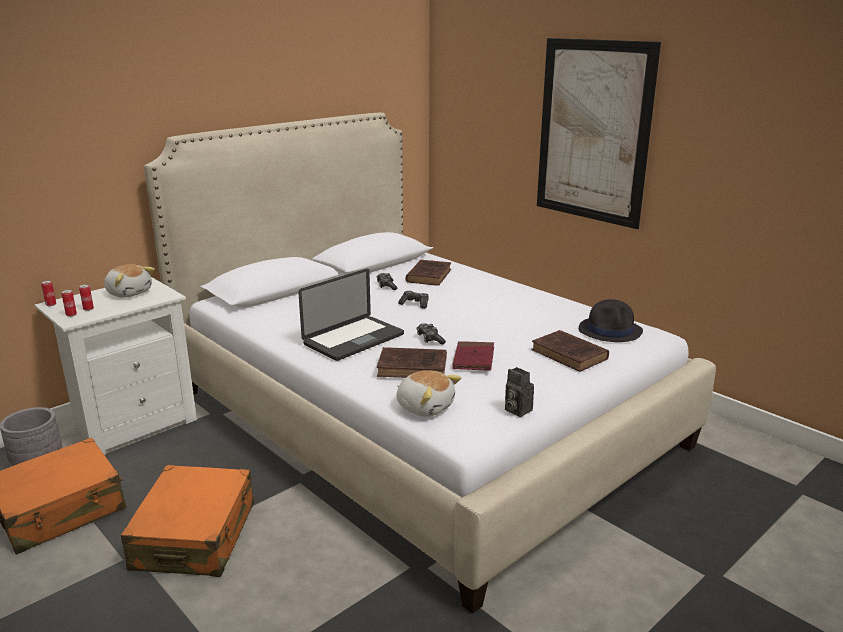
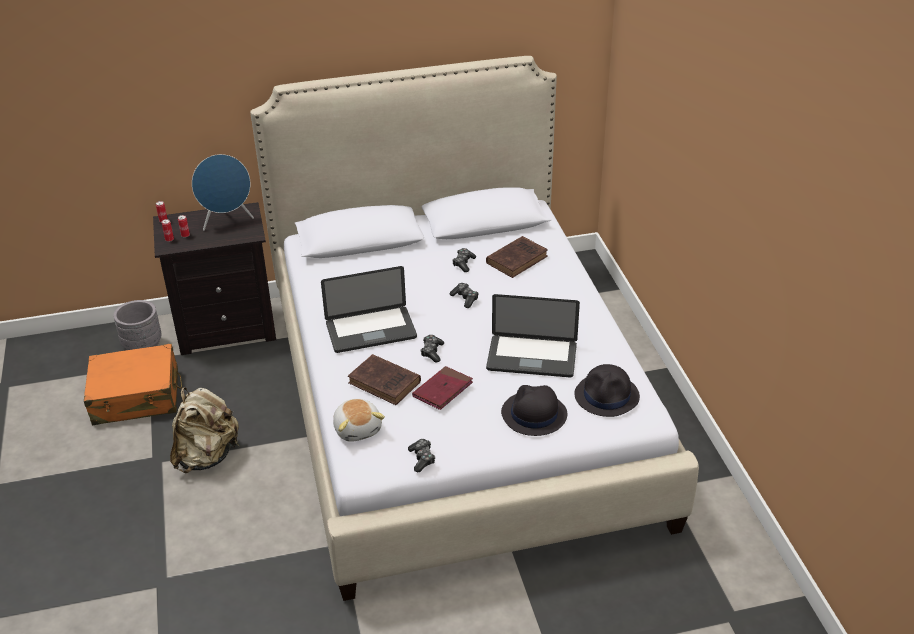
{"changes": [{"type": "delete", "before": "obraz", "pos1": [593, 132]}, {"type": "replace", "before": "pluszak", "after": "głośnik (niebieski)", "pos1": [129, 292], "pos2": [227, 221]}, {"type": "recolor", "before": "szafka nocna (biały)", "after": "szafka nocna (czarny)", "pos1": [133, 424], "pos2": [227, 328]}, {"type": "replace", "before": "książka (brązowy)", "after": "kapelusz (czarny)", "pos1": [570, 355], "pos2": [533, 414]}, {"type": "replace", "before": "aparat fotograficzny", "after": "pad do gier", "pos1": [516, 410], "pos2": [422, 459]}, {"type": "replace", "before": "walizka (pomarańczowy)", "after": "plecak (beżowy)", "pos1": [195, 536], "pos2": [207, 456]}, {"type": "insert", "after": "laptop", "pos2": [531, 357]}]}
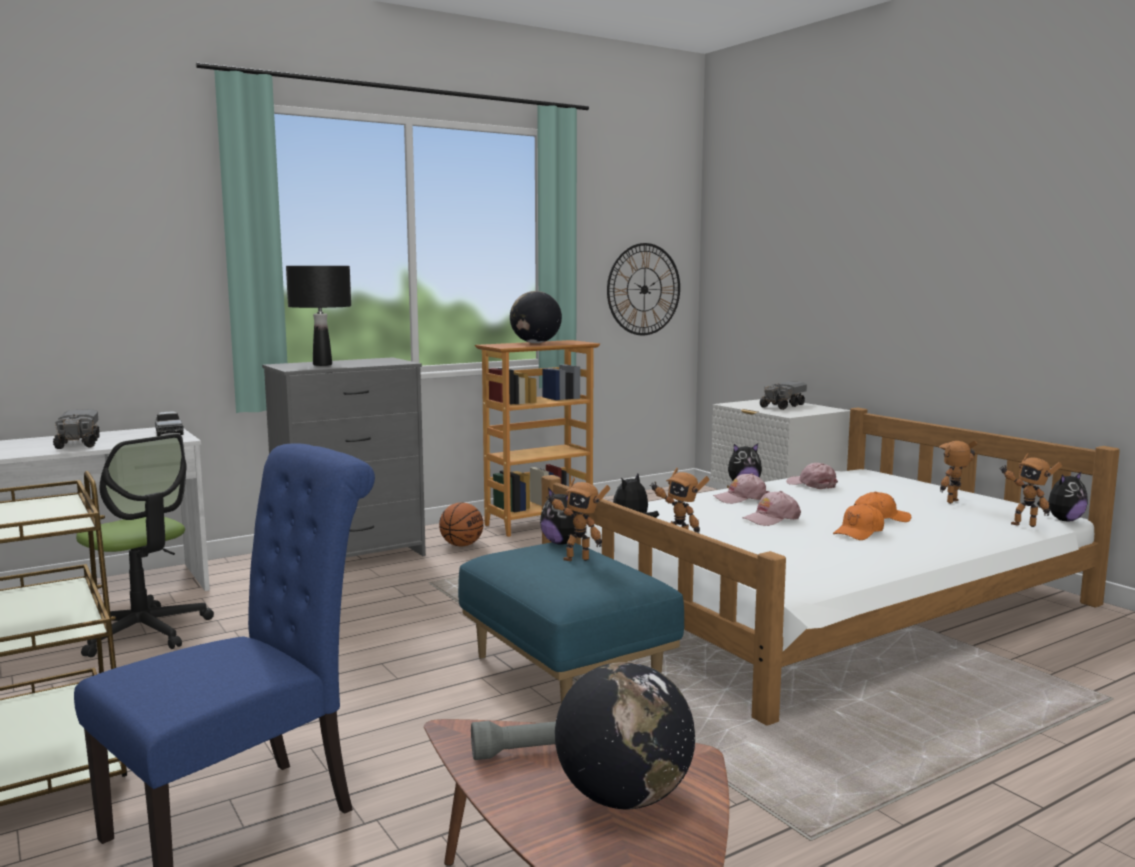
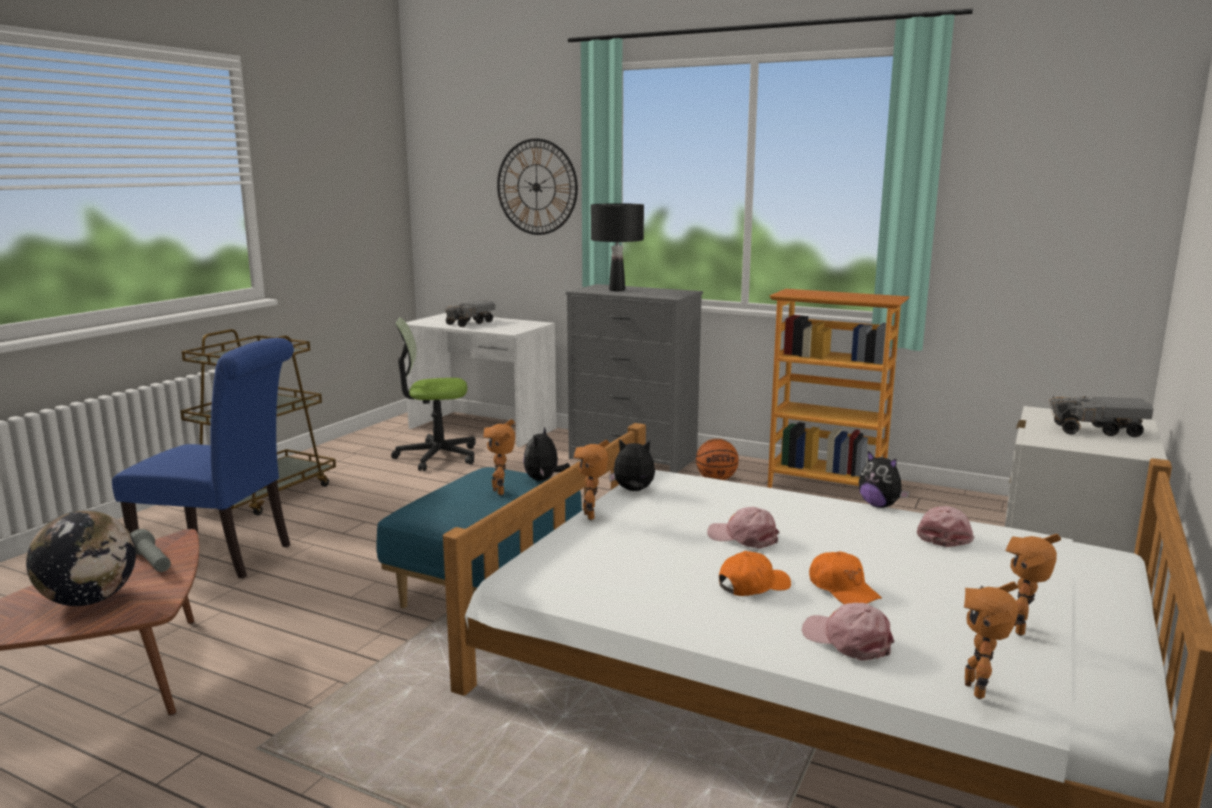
{"changes": [{"type": "move", "before": "zegar ścienny", "pos1": [644, 289], "pos2": [536, 187]}, {"type": "delete", "before": "globus", "pos1": [535, 343]}, {"type": "delete", "before": "ciężarówka zabawkowa", "pos1": [168, 432]}, {"type": "rotate", "before": "krzesło biurowe", "pos1": [143, 632], "pos2": [437, 456], "turn": 75}, {"type": "rotate", "before": "robot zabawkowy", "pos1": [955, 502], "pos2": [1022, 629], "turn": -90}, {"type": "delete", "before": "pluszak", "pos1": [1063, 520]}, {"type": "move", "before": "czapka z daszkiem (różowy)", "pos1": [741, 498], "pos2": [847, 640]}, {"type": "rotate", "before": "czapka z daszkiem (pomarańczowy)", "pos1": [859, 533], "pos2": [753, 586], "turn": 135}]}
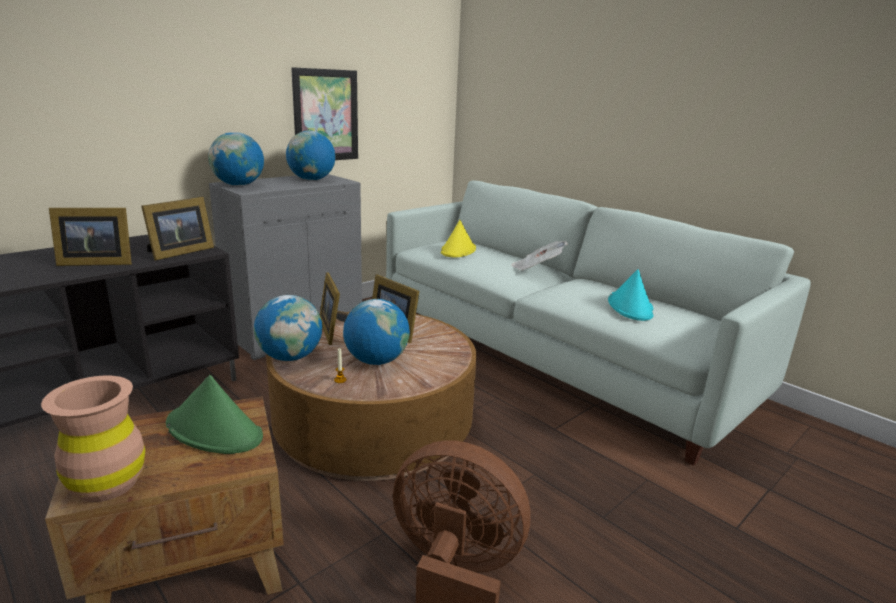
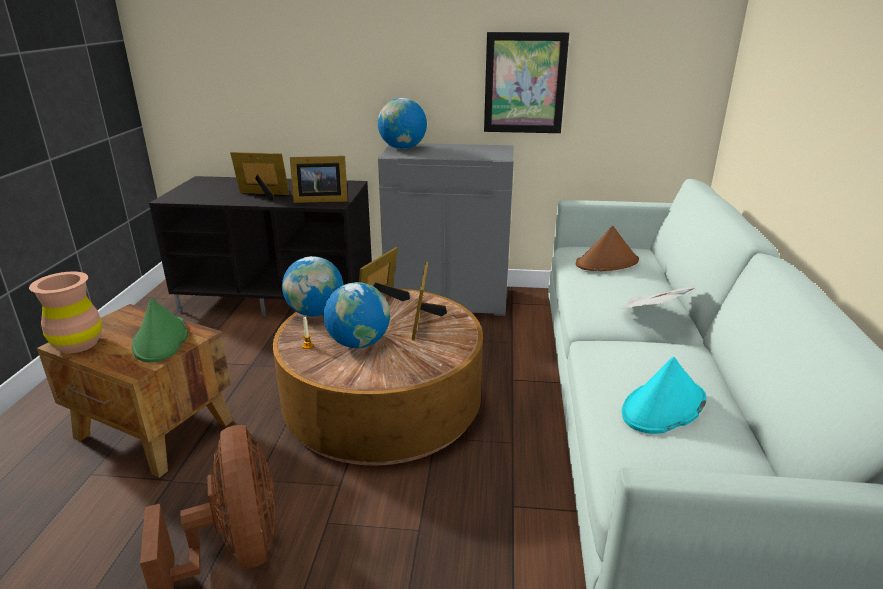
{"changes": [{"type": "delete", "before": "globus", "pos1": [311, 180]}, {"type": "rotate", "before": "ramka na zdjęcie", "pos1": [95, 262], "pos2": [263, 195], "turn": 150}, {"type": "recolor", "before": "kapelusz (żółty)", "after": "kapelusz (brązowy)", "pos1": [458, 250], "pos2": [607, 263]}]}
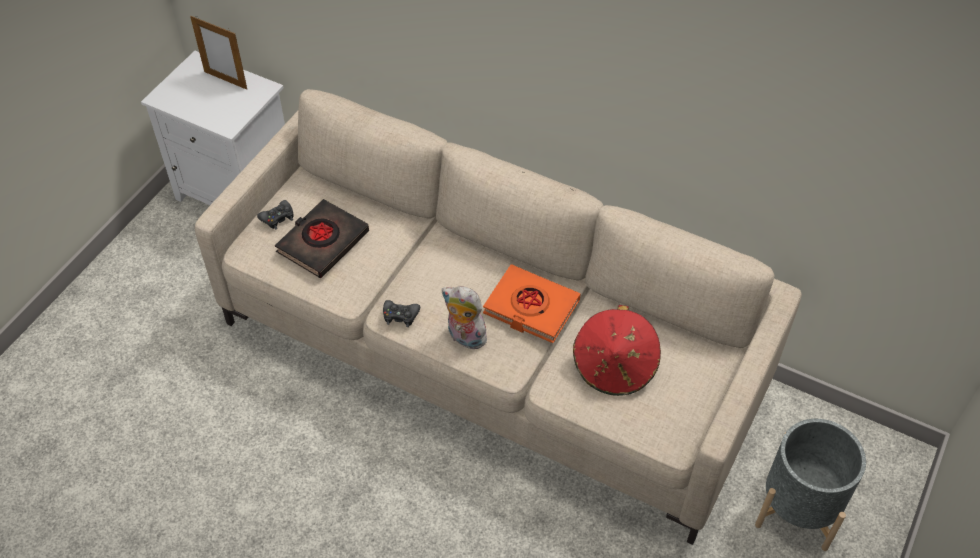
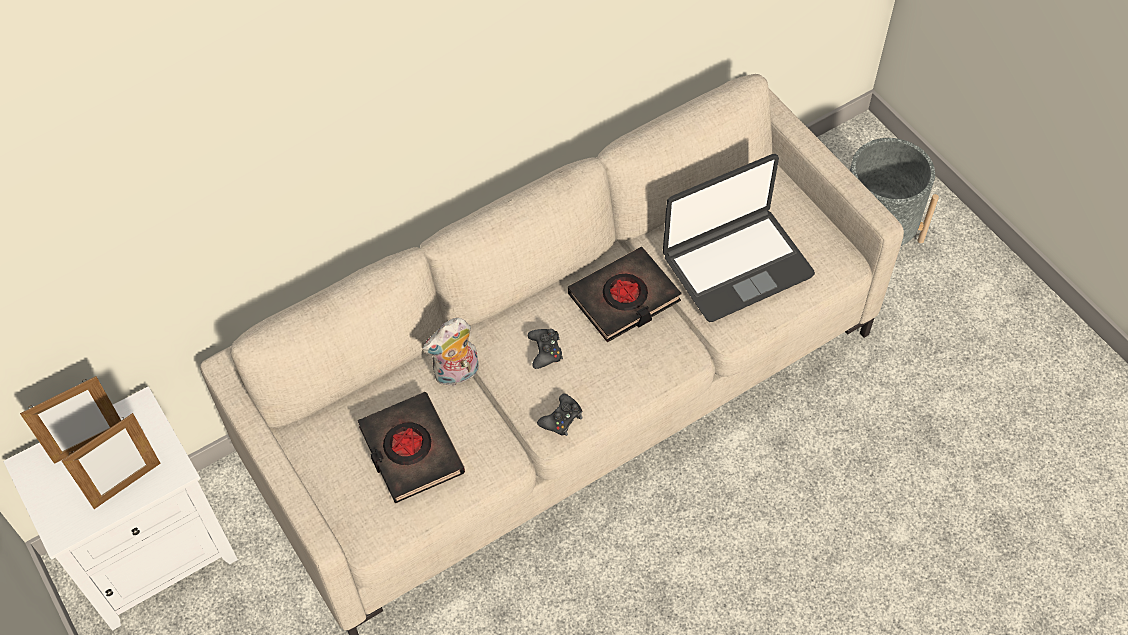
{"changes": [{"type": "move", "before": "pad do gier (czarny)", "pos1": [278, 218], "pos2": [545, 351]}, {"type": "recolor", "before": "książka (pomarańczowy)", "after": "książka (czarny)", "pos1": [531, 308], "pos2": [624, 299]}, {"type": "move", "before": "pluszak", "pos1": [464, 338], "pos2": [457, 375]}, {"type": "replace", "before": "kapelusz (czerwony)", "after": "laptop", "pos1": [615, 367], "pos2": [736, 265]}, {"type": "insert", "after": "ramka na zdjęcie", "pos2": [127, 485]}]}
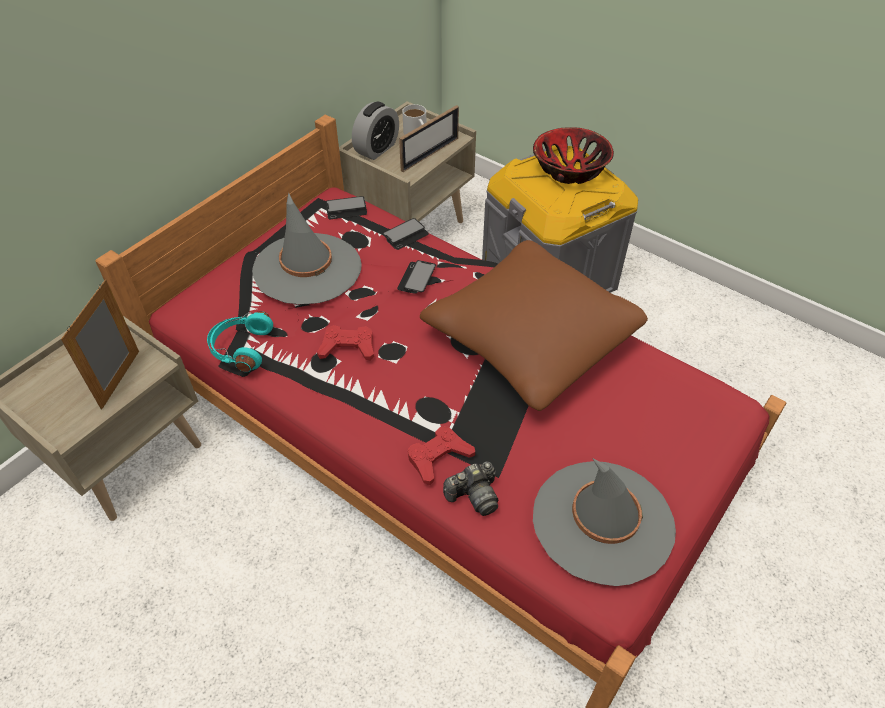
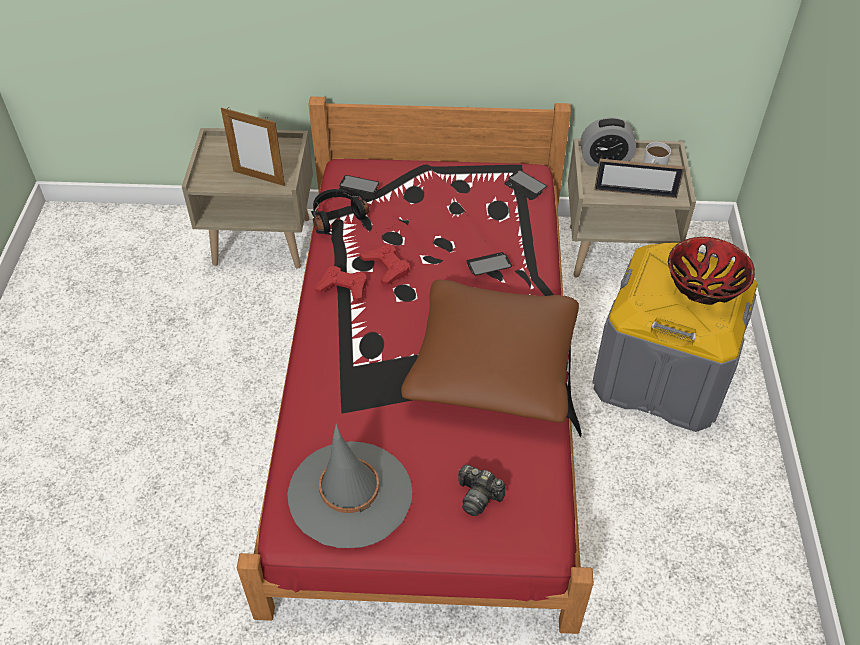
{"changes": [{"type": "delete", "before": "kapelusz (szary)", "pos1": [307, 269]}, {"type": "move", "before": "telefon", "pos1": [405, 235], "pos2": [358, 188]}, {"type": "rotate", "before": "ramka na zdjęcie", "pos1": [120, 379], "pos2": [259, 178], "turn": -135}, {"type": "recolor", "before": "słuchawki (turkusowy)", "after": "słuchawki (czarny)", "pos1": [241, 348], "pos2": [336, 216]}, {"type": "move", "before": "pad do gier (czerwony)", "pos1": [439, 457], "pos2": [343, 287]}, {"type": "move", "before": "aparat fotograficzny", "pos1": [474, 495], "pos2": [478, 496]}]}
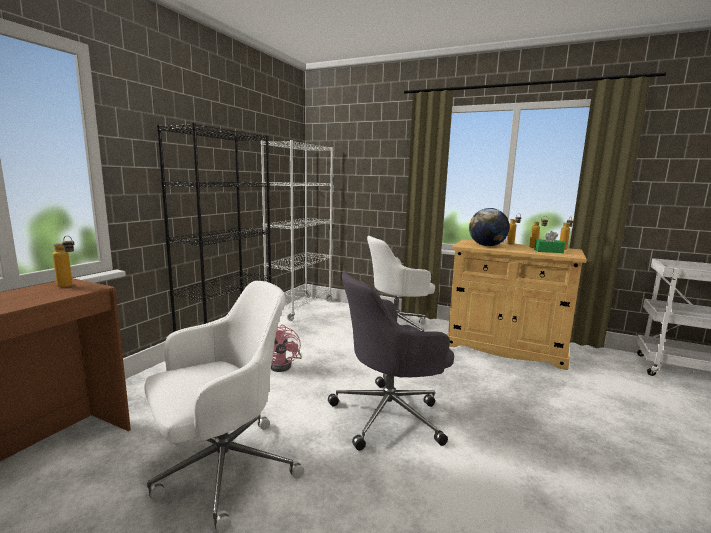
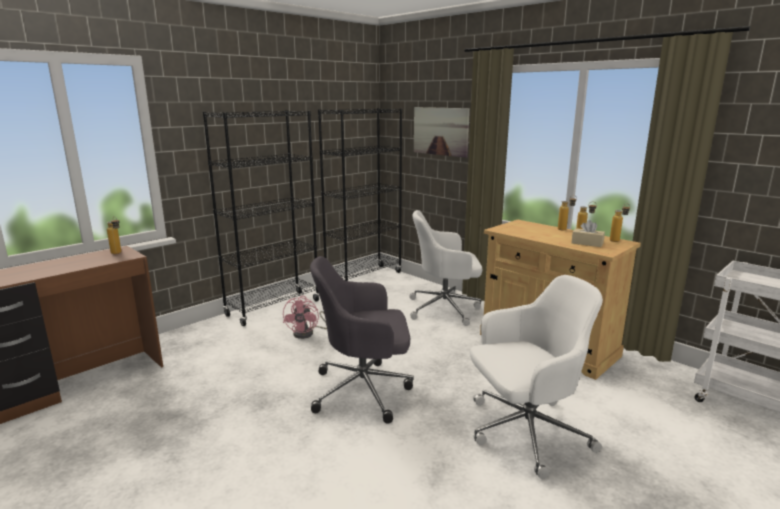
{"changes": [{"type": "recolor", "before": "regał (biały)", "after": "regał (czarny)", "pos1": [300, 308], "pos2": [364, 278]}, {"type": "delete", "before": "globus", "pos1": [487, 246]}, {"type": "recolor", "before": "pudełko chusteczek (zielony)", "after": "pudełko chusteczek (beżowy)", "pos1": [548, 251], "pos2": [587, 243]}, {"type": "move", "before": "krzesło biurowe (biały)", "pos1": [222, 469], "pos2": [524, 432]}, {"type": "insert", "after": "obraz", "pos2": [440, 131]}]}
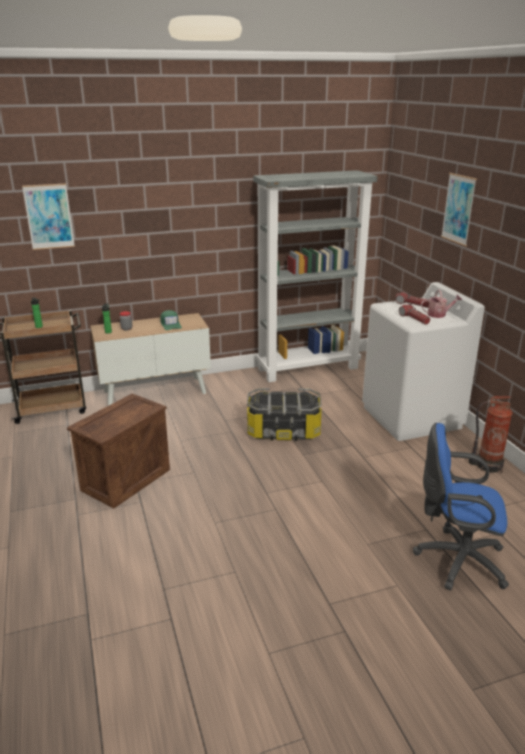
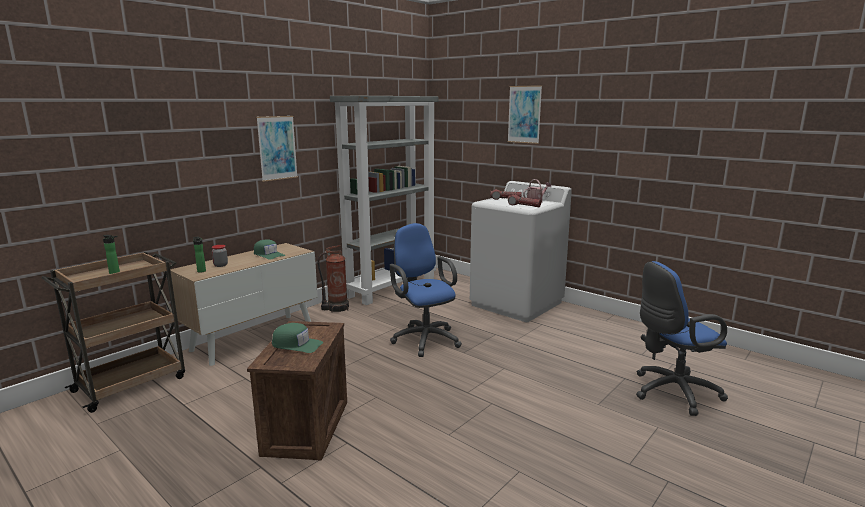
{"changes": [{"type": "move", "before": "obraz", "pos1": [49, 216], "pos2": [277, 148]}, {"type": "replace", "before": "pojemnik do przechowywania", "after": "krzesło biurowe (niebieski)", "pos1": [283, 430], "pos2": [424, 338]}, {"type": "move", "before": "gaśnica", "pos1": [487, 465], "pos2": [336, 308]}, {"type": "insert", "after": "czapka z daszkiem (zielony)", "pos2": [297, 345]}]}
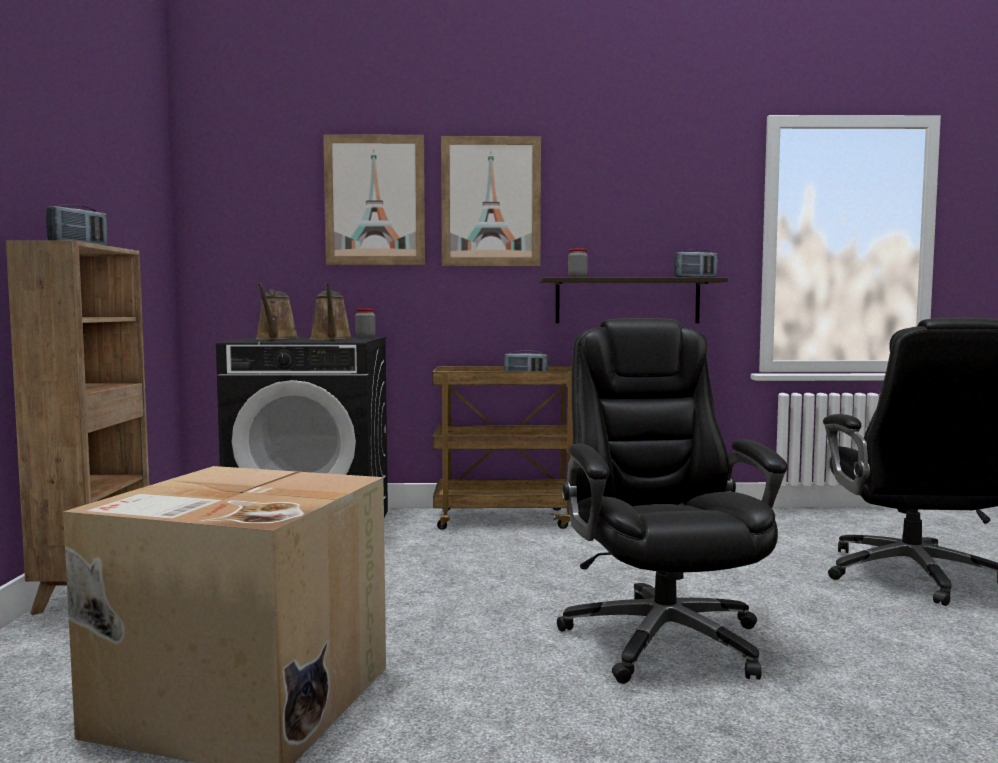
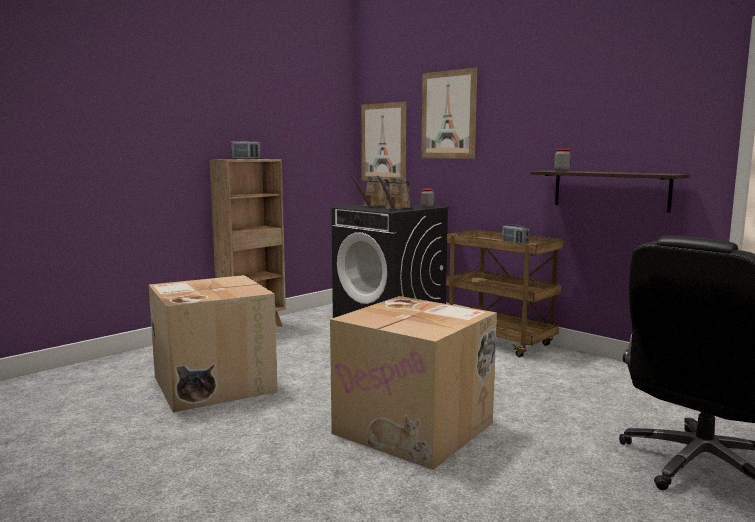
{"changes": [{"type": "move", "before": "obraz", "pos1": [491, 201], "pos2": [383, 142]}, {"type": "delete", "before": "radio", "pos1": [695, 277]}, {"type": "replace", "before": "krzesło biurowe (czarny)", "after": "karton", "pos1": [662, 638], "pos2": [416, 428]}]}
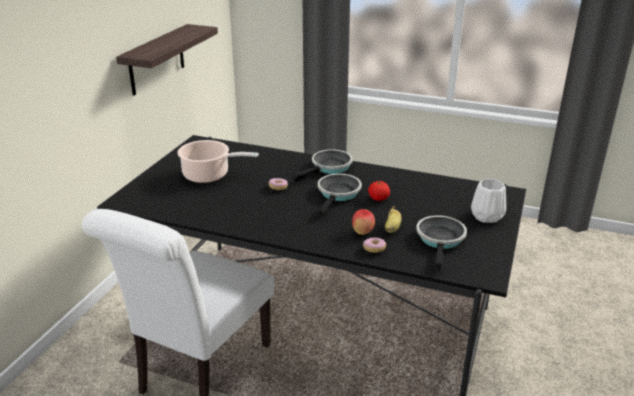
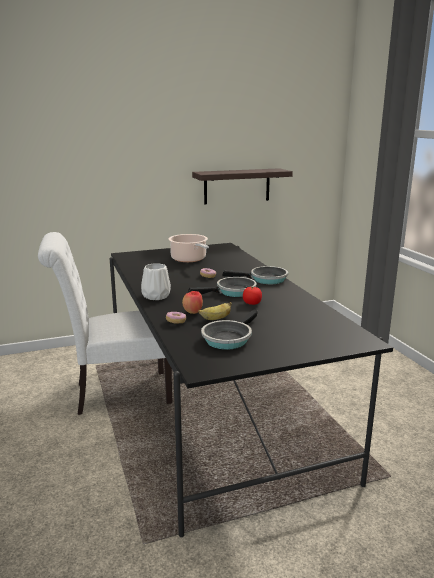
{"changes": [{"type": "move", "before": "wazon (biały)", "pos1": [487, 217], "pos2": [155, 296]}, {"type": "rotate", "before": "patelnia", "pos1": [441, 240], "pos2": [228, 338], "turn": 150}]}
